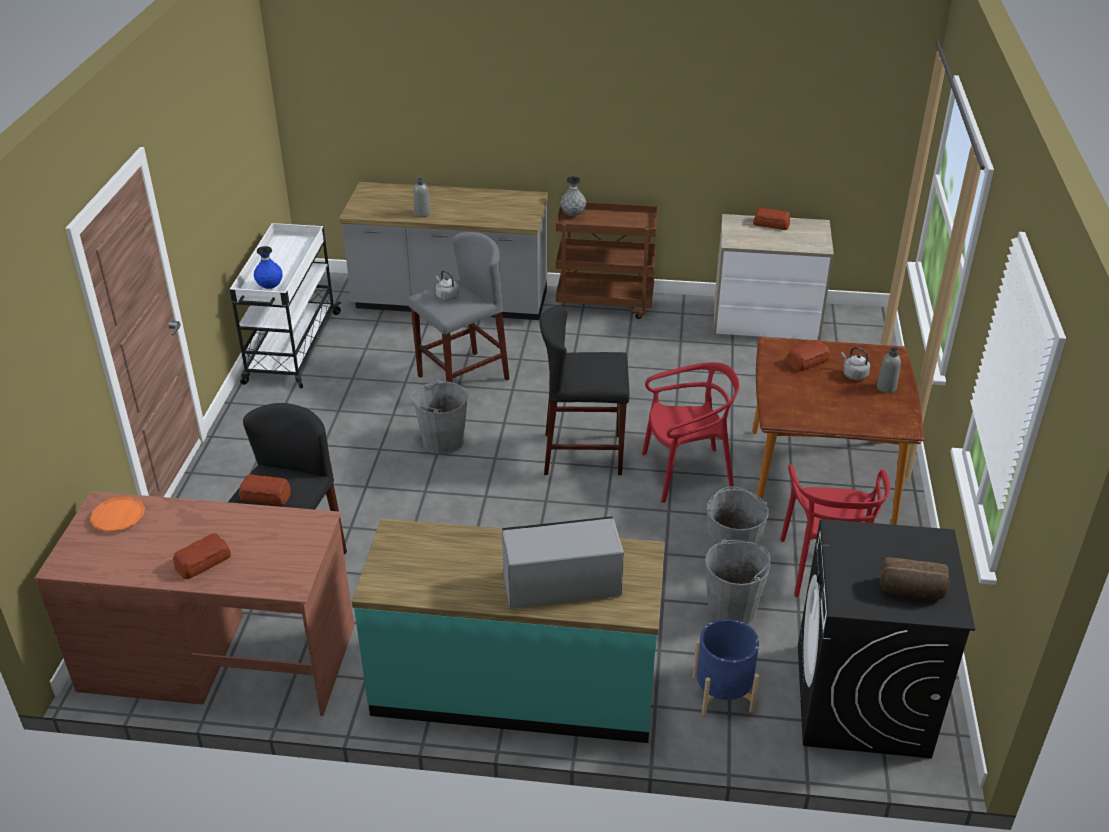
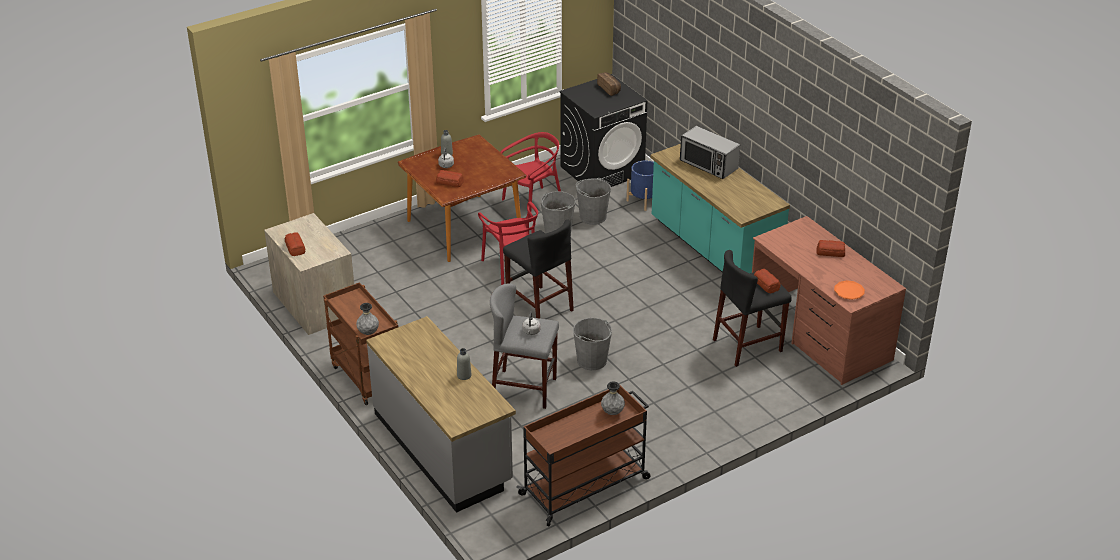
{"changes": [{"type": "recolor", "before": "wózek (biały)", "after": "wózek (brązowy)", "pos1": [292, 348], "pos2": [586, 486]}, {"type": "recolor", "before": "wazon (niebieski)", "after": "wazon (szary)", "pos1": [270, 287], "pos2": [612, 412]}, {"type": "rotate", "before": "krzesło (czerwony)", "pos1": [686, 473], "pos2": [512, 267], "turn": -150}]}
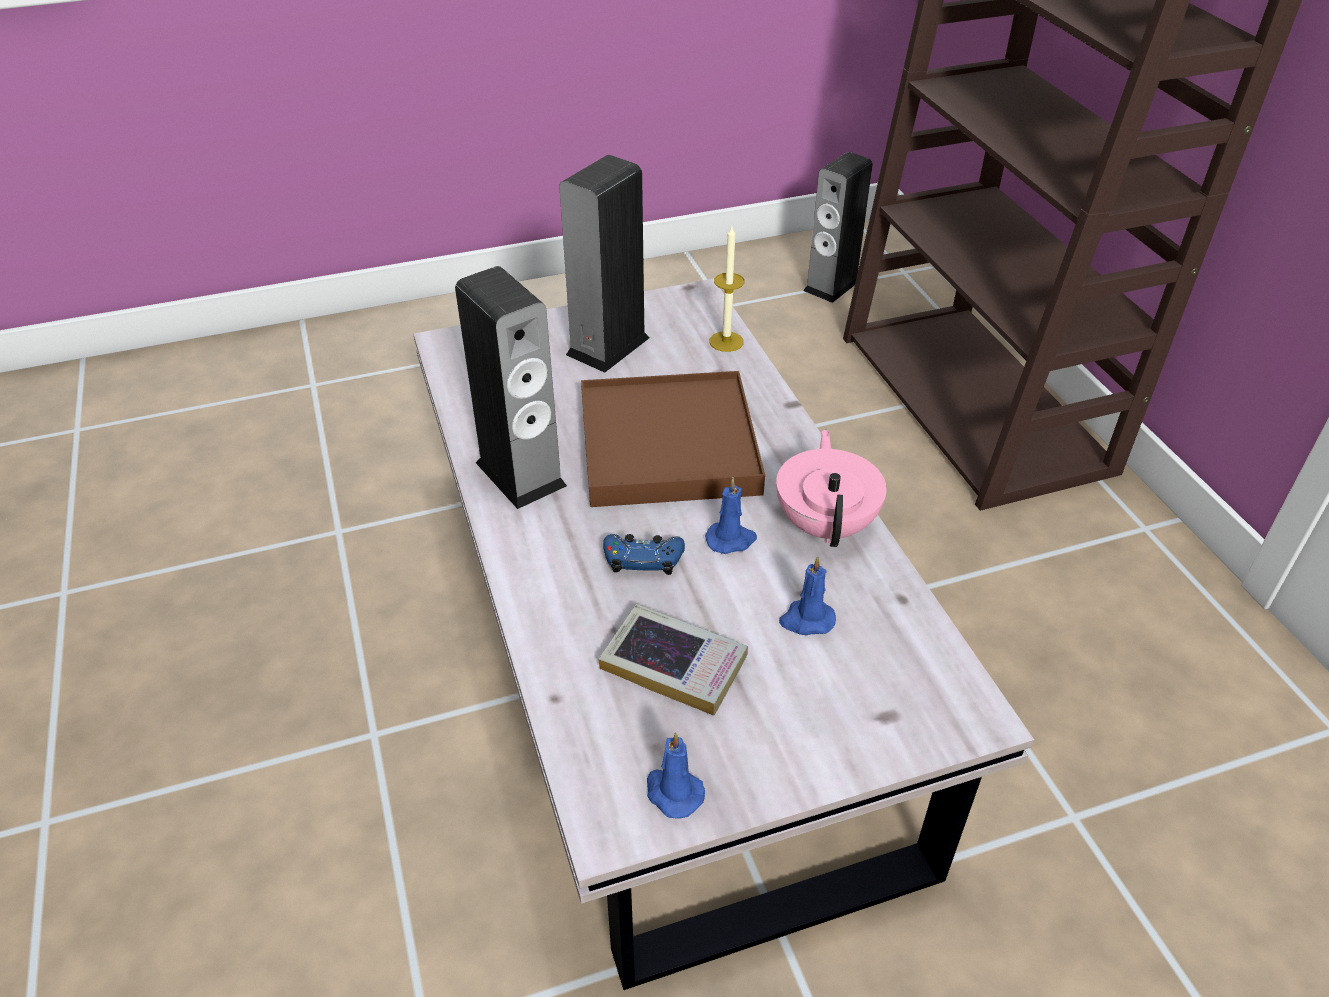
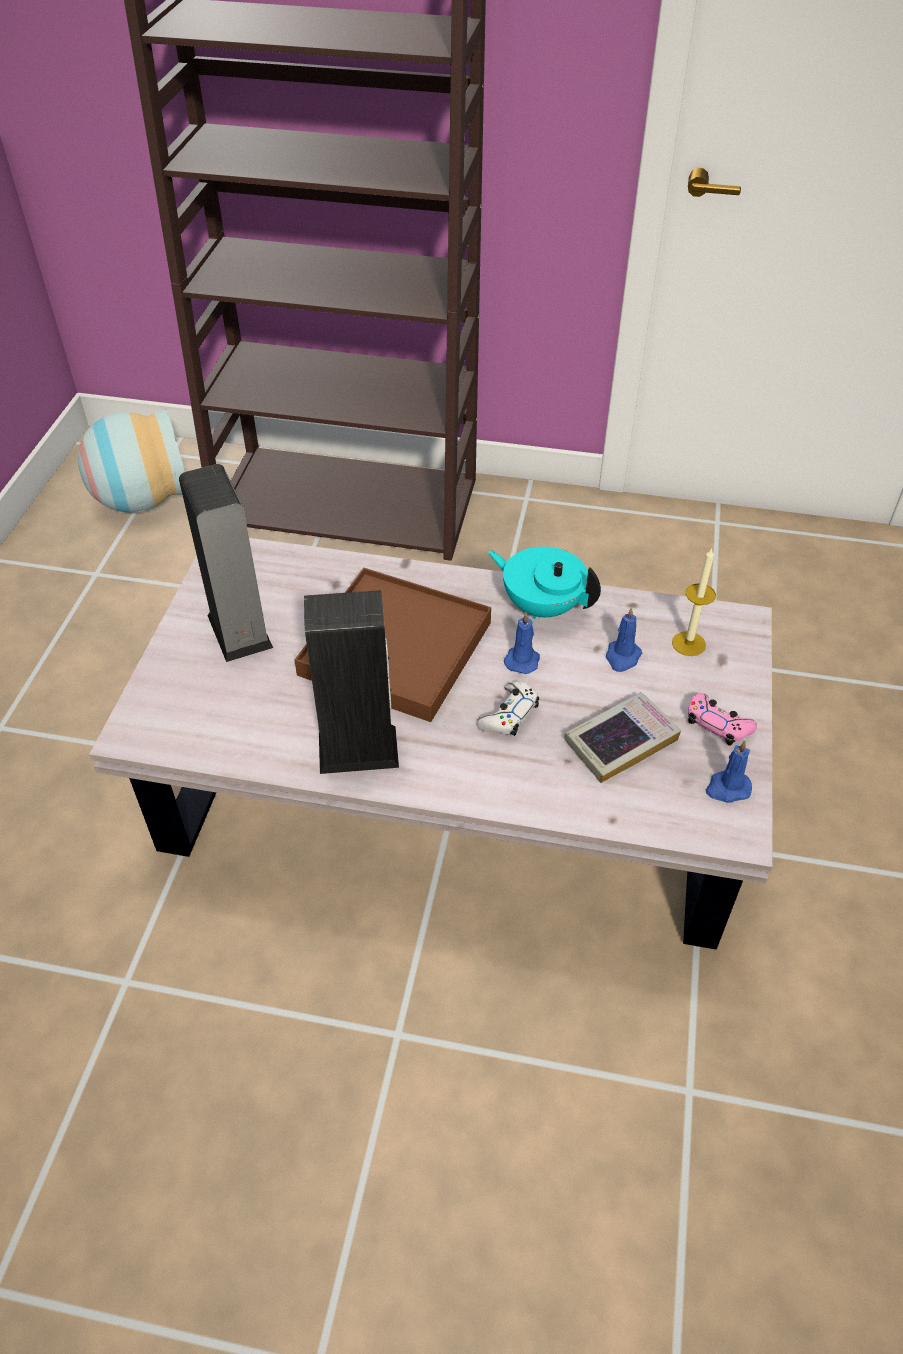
{"changes": [{"type": "replace", "before": "głośnik", "after": "wazon", "pos1": [831, 286], "pos2": [141, 500]}, {"type": "move", "before": "świeca", "pos1": [726, 341], "pos2": [688, 643]}, {"type": "recolor", "before": "imbryk (różowy)", "after": "imbryk (turkusowy)", "pos1": [826, 524], "pos2": [542, 605]}, {"type": "recolor", "before": "pad do gier (niebieski)", "after": "pad do gier (biały)", "pos1": [643, 559], "pos2": [509, 715]}, {"type": "insert", "after": "pad do gier (różowy)", "pos2": [718, 724]}]}
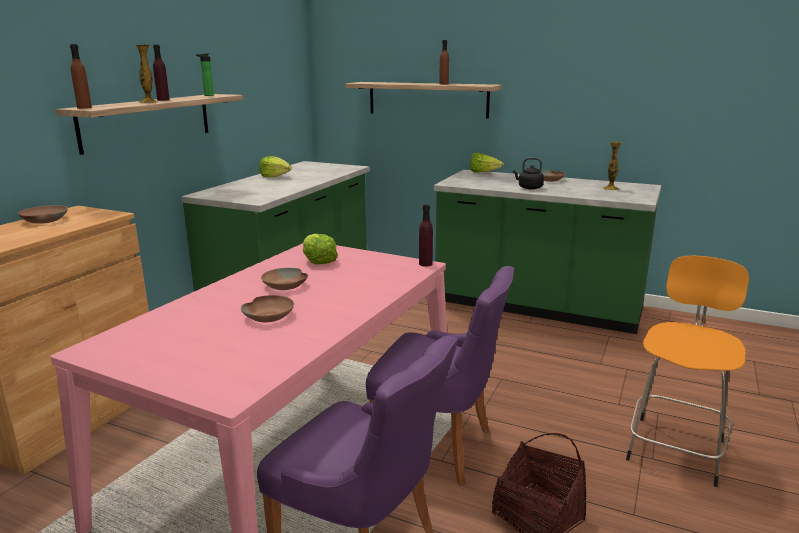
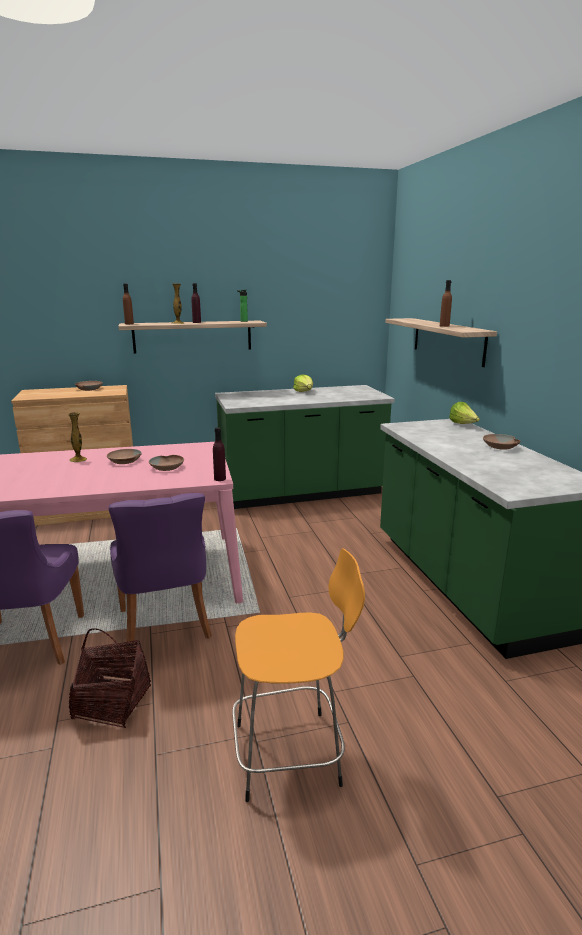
{"changes": [{"type": "move", "before": "wazon", "pos1": [610, 188], "pos2": [78, 459]}, {"type": "delete", "before": "czajnik (czarny)", "pos1": [528, 188]}, {"type": "delete", "before": "sałata", "pos1": [318, 261]}, {"type": "move", "before": "miska (brązowy)", "pos1": [269, 316], "pos2": [167, 467]}]}
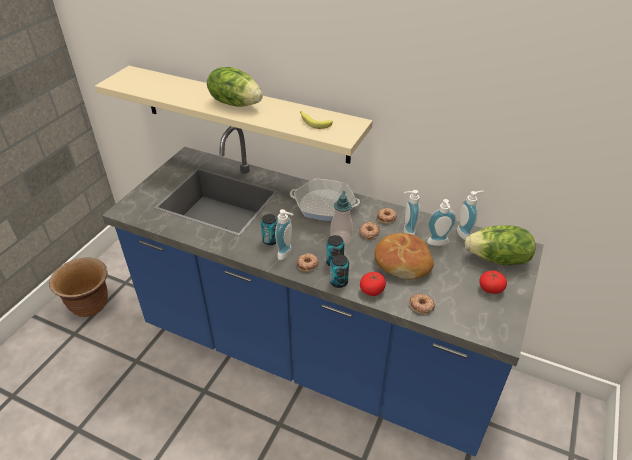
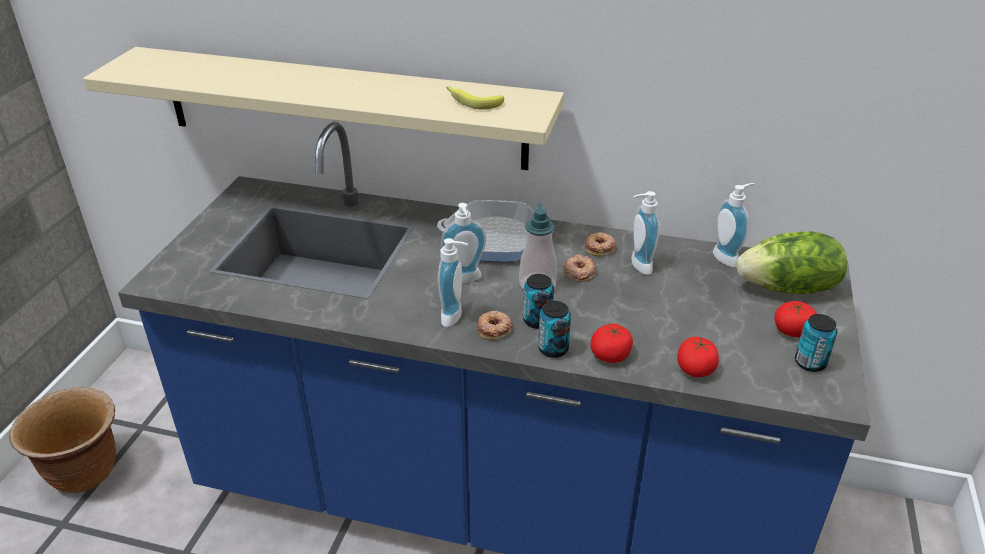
{"changes": [{"type": "delete", "before": "sałata", "pos1": [236, 103]}, {"type": "move", "before": "dozownik mydła", "pos1": [438, 244], "pos2": [465, 280]}, {"type": "move", "before": "puszka", "pos1": [270, 240], "pos2": [810, 363]}, {"type": "delete", "before": "chleb", "pos1": [402, 262]}, {"type": "replace", "before": "donut", "after": "pomidor", "pos1": [421, 306], "pos2": [695, 368]}]}
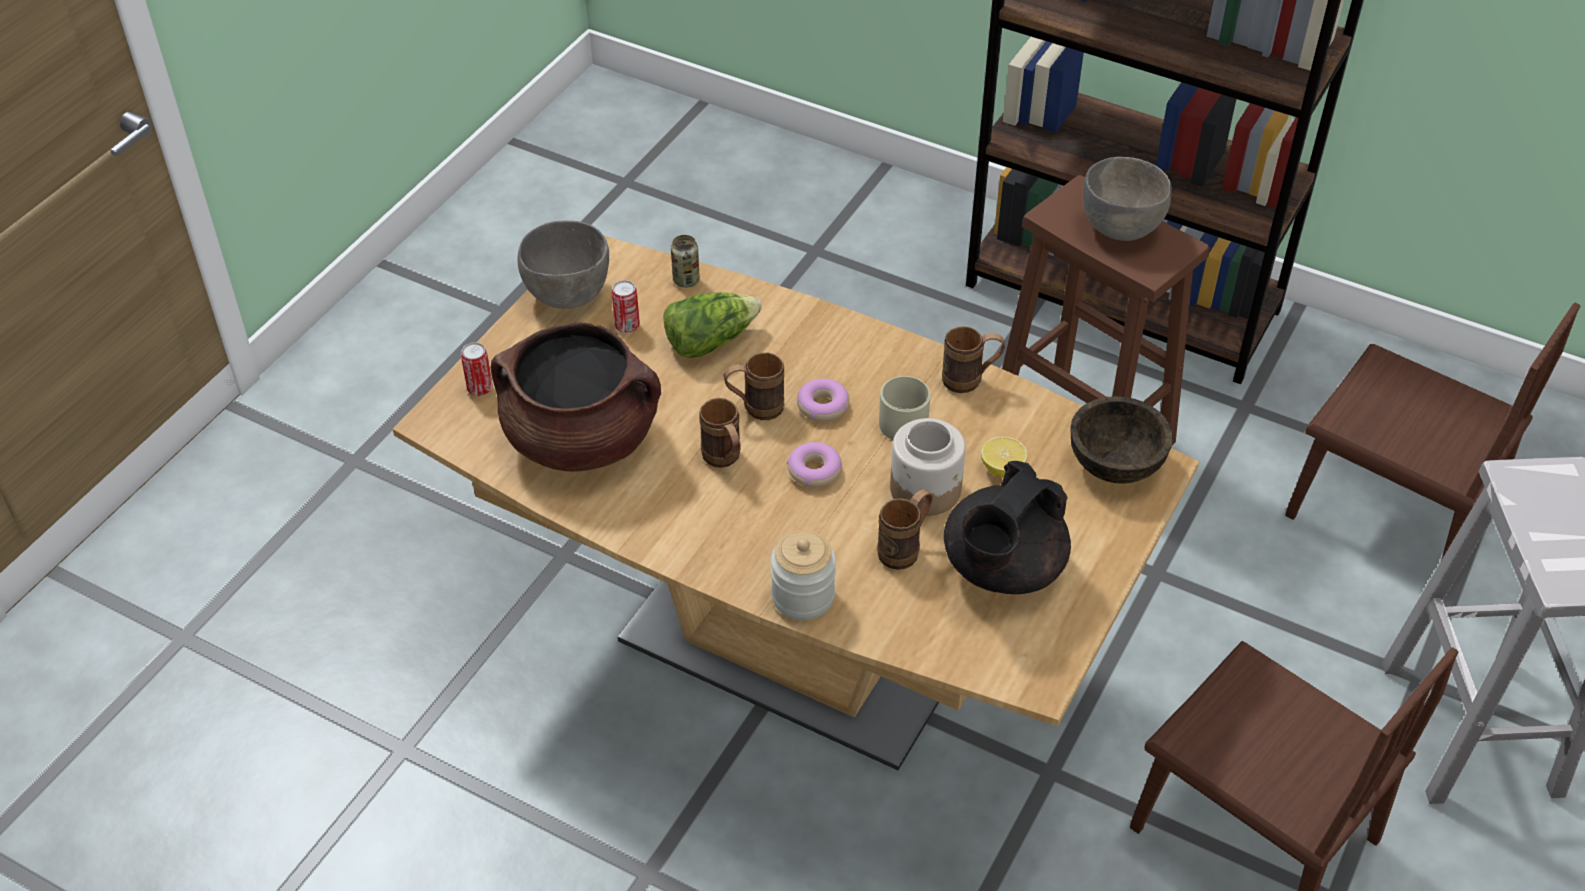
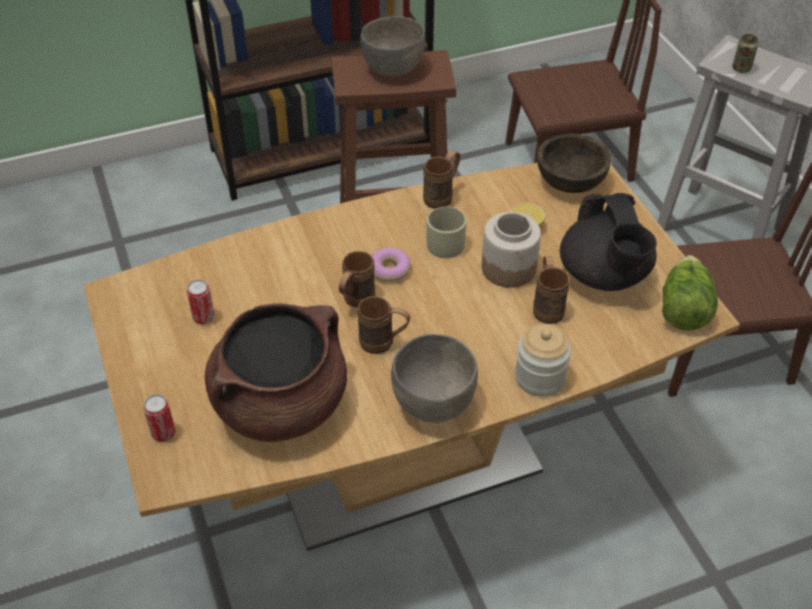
{"changes": [{"type": "move", "before": "miska (szary)", "pos1": [567, 295], "pos2": [433, 404]}, {"type": "move", "before": "puszka", "pos1": [686, 280], "pos2": [741, 68]}, {"type": "move", "before": "sałata", "pos1": [710, 341], "pos2": [683, 308]}, {"type": "delete", "before": "donut", "pos1": [814, 470]}]}
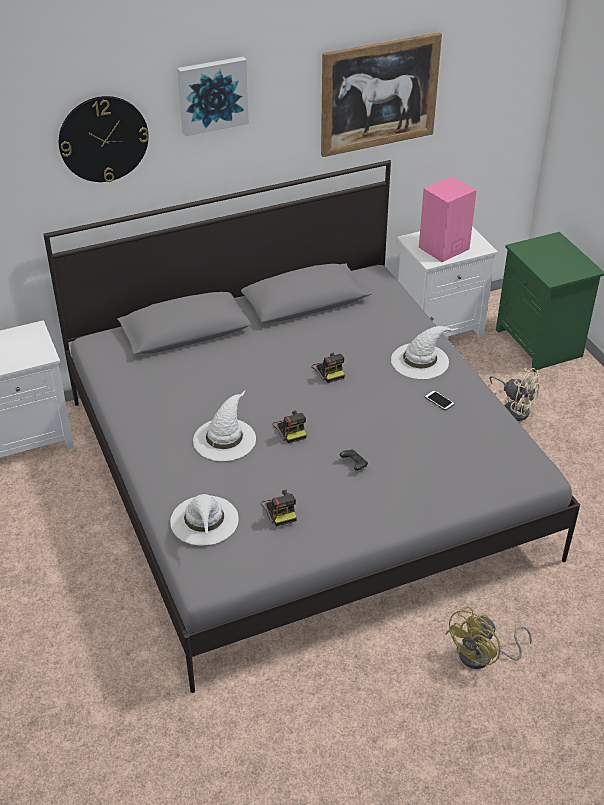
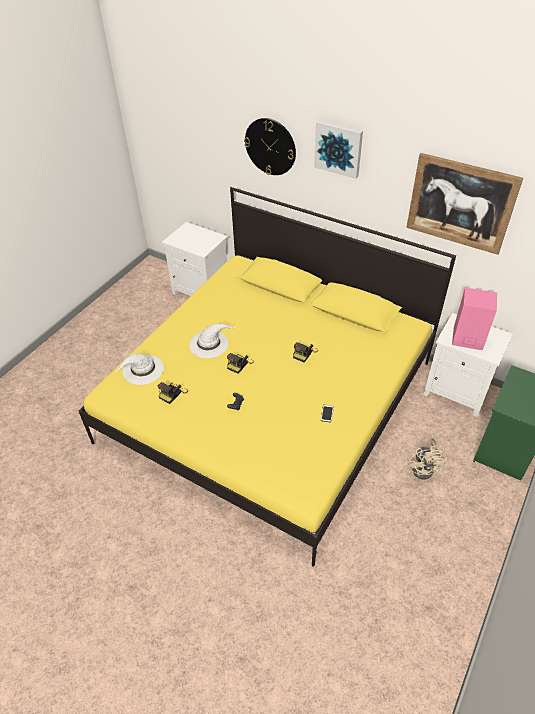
{"changes": [{"type": "recolor", "before": "łóżko (szary)", "after": "łóżko (żółty)", "pos1": [302, 476], "pos2": [269, 401]}, {"type": "delete", "before": "kapelusz (biały)", "pos1": [420, 360]}, {"type": "delete", "before": "wentylator (żółty)", "pos1": [483, 656]}]}
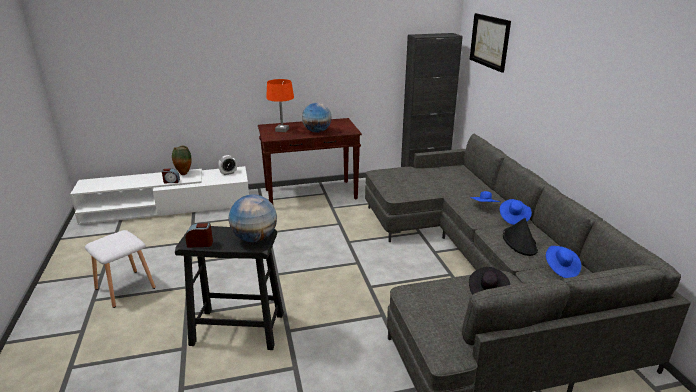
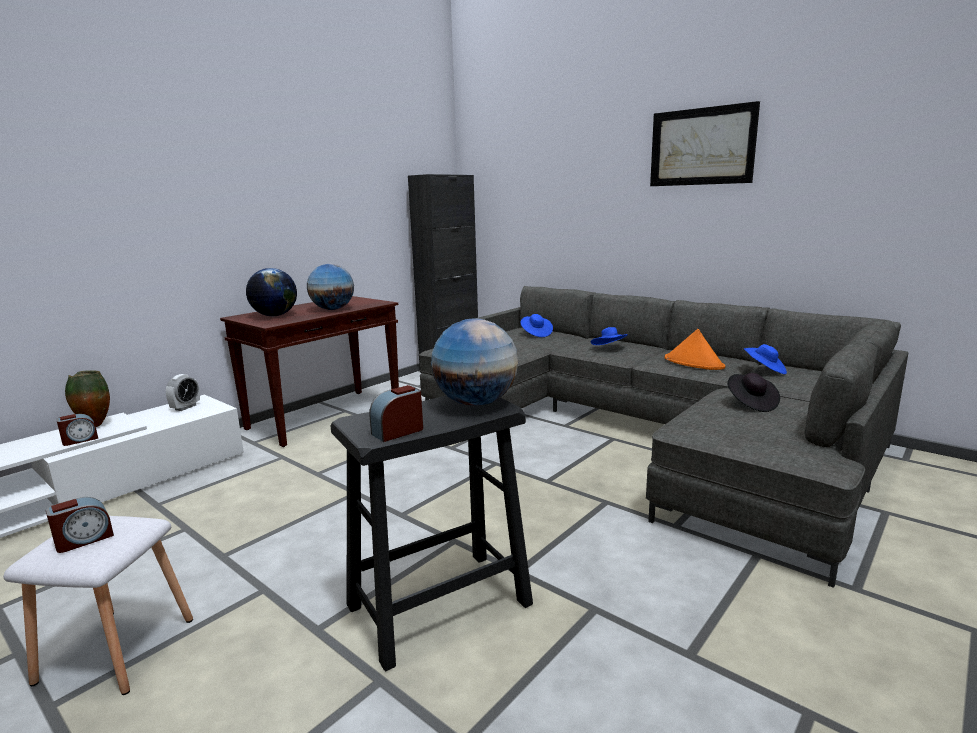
{"changes": [{"type": "move", "before": "obraz", "pos1": [489, 41], "pos2": [702, 147]}, {"type": "replace", "before": "lampa stołowa (pomarańczowy)", "after": "globus", "pos1": [282, 130], "pos2": [274, 316]}, {"type": "move", "before": "kapelusz (niebieski)", "pos1": [513, 218], "pos2": [536, 334]}, {"type": "recolor", "before": "kapelusz (czarny)", "after": "kapelusz (pomarańczowy)", "pos1": [519, 242], "pos2": [694, 363]}, {"type": "insert", "after": "budzik", "pos2": [84, 540]}]}
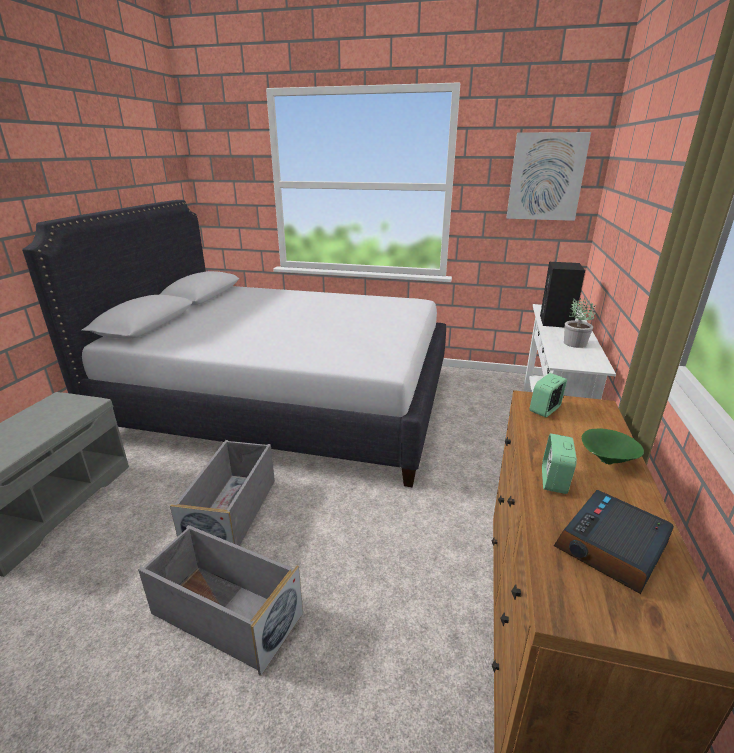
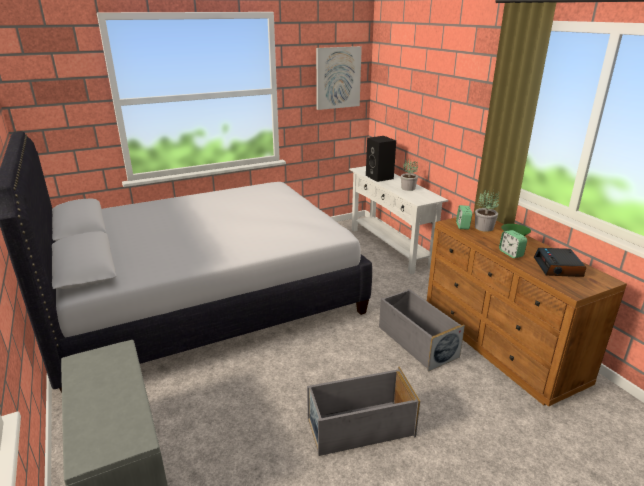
{"changes": [{"type": "move", "before": "pojemnik do przechowywania (szary)", "pos1": [232, 511], "pos2": [416, 341]}, {"type": "insert", "after": "roślina doniczkowa", "pos2": [484, 227]}]}
